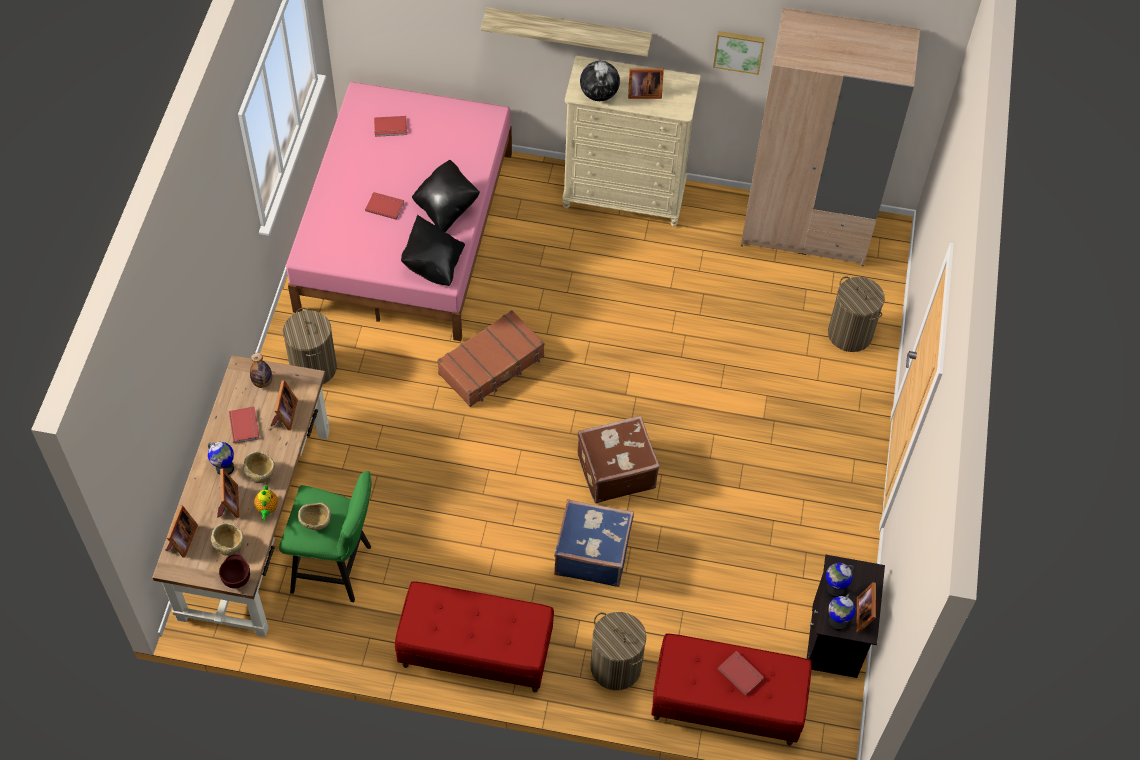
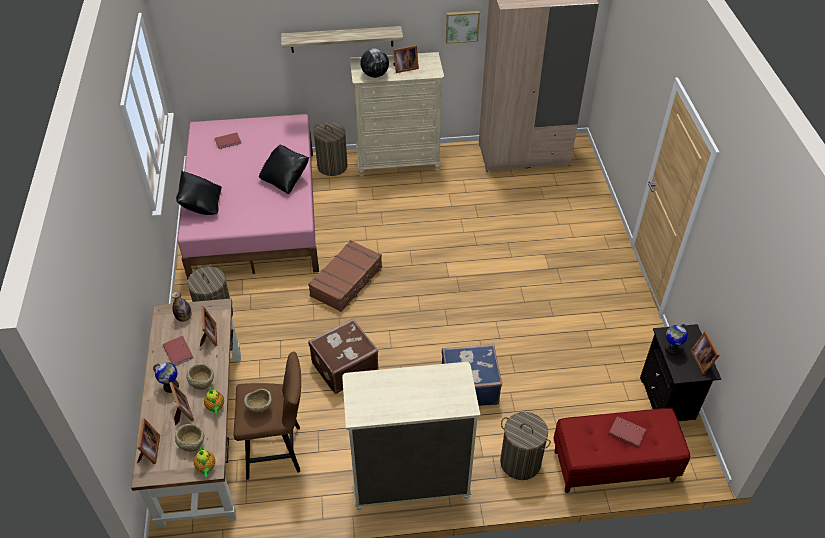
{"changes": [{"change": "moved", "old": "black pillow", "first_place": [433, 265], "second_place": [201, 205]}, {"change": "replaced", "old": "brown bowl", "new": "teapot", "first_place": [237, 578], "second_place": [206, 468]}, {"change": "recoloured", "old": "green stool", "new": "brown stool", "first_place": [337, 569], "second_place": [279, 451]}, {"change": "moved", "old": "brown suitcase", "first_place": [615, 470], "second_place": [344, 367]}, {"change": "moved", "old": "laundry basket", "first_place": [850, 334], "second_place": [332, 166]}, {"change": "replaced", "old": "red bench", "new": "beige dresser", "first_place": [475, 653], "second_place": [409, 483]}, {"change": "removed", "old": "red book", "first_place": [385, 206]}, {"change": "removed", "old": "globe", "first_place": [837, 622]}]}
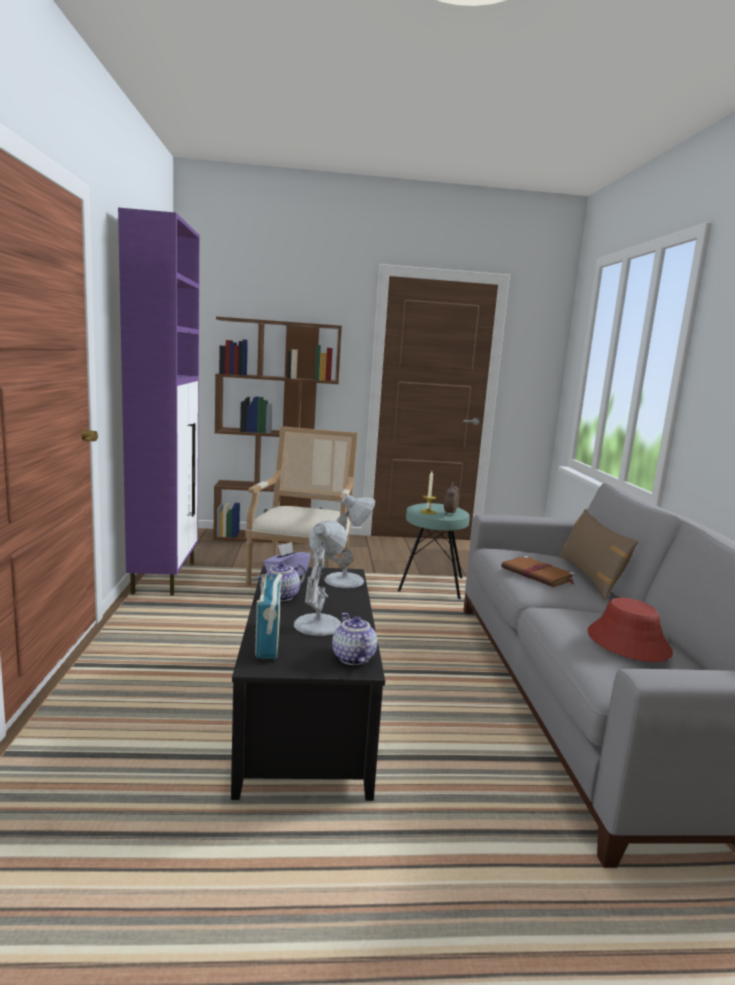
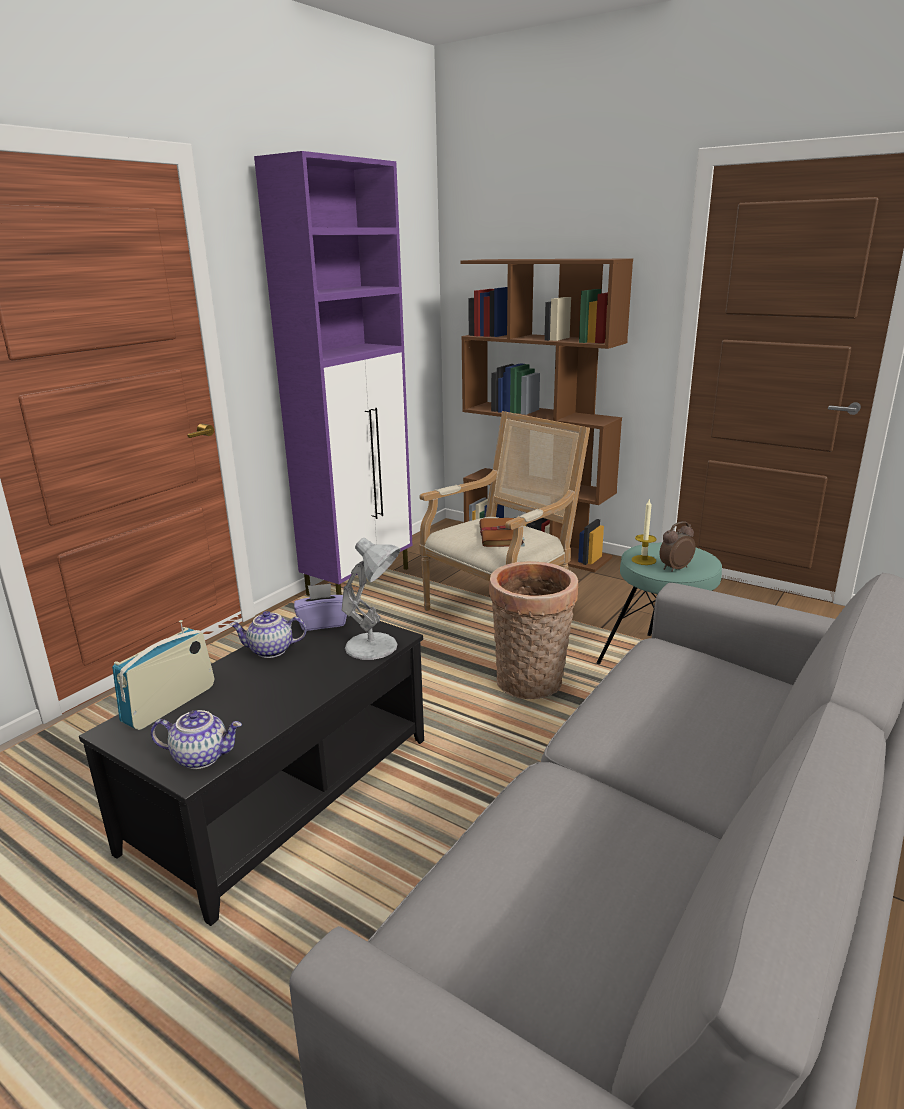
{"changes": [{"change": "turned", "old": "teapot", "first_place": [352, 658], "second_place": [202, 756], "degrees": 75}, {"change": "moved", "old": "brown book", "first_place": [538, 574], "second_place": [501, 535]}, {"change": "added", "new": "basket", "second_place": [530, 684]}, {"change": "removed", "old": "white table lamp", "first_place": [318, 623]}, {"change": "removed", "old": "brown pillow", "first_place": [590, 577]}, {"change": "removed", "old": "red hat", "first_place": [627, 642]}]}
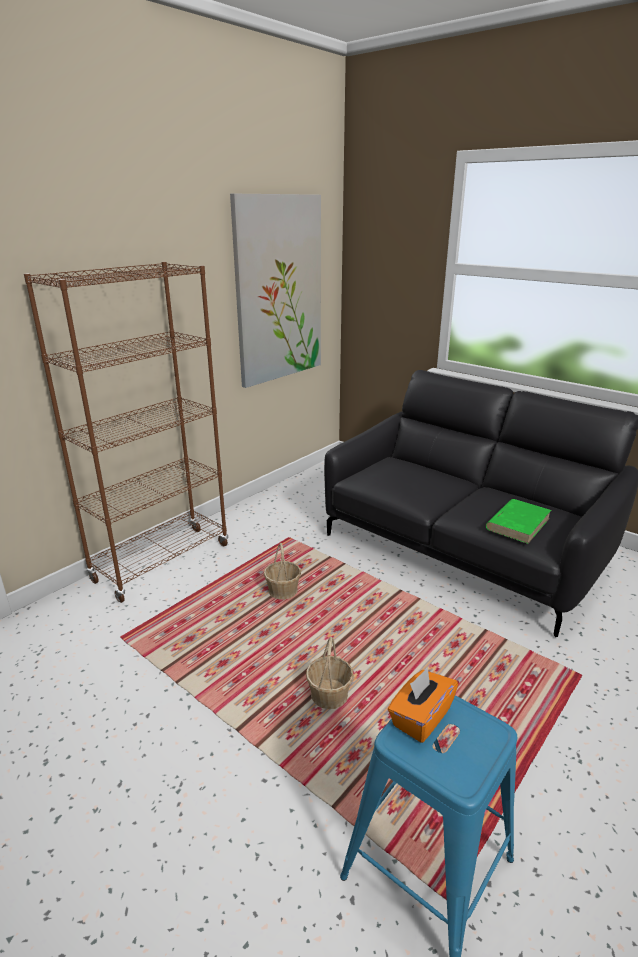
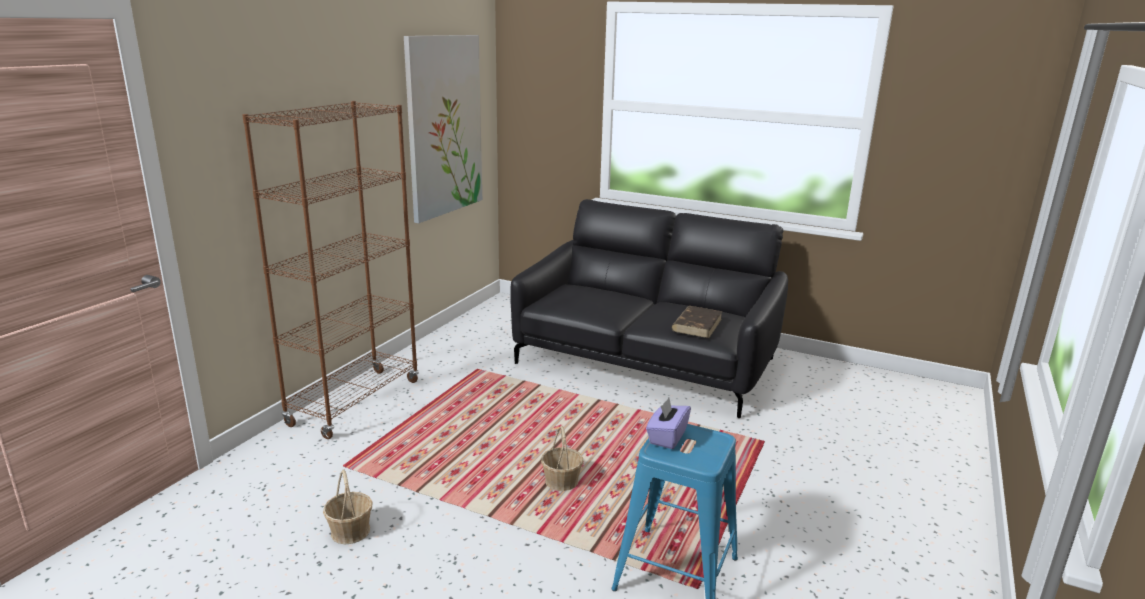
{"changes": [{"change": "moved", "old": "basket", "first_place": [283, 591], "second_place": [350, 531]}, {"change": "recoloured", "old": "orange tissue box", "new": "purple tissue box", "first_place": [420, 717], "second_place": [667, 437]}, {"change": "recoloured", "old": "green book", "new": "brown book", "first_place": [518, 523], "second_place": [697, 324]}]}
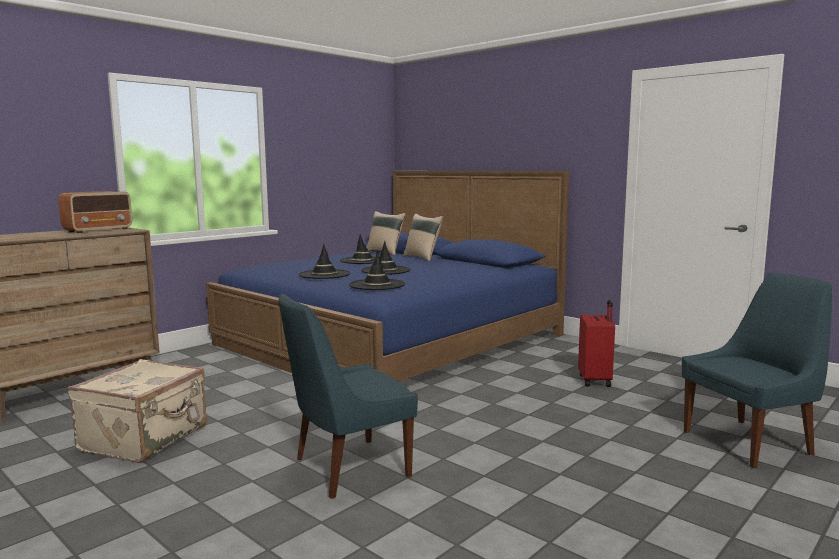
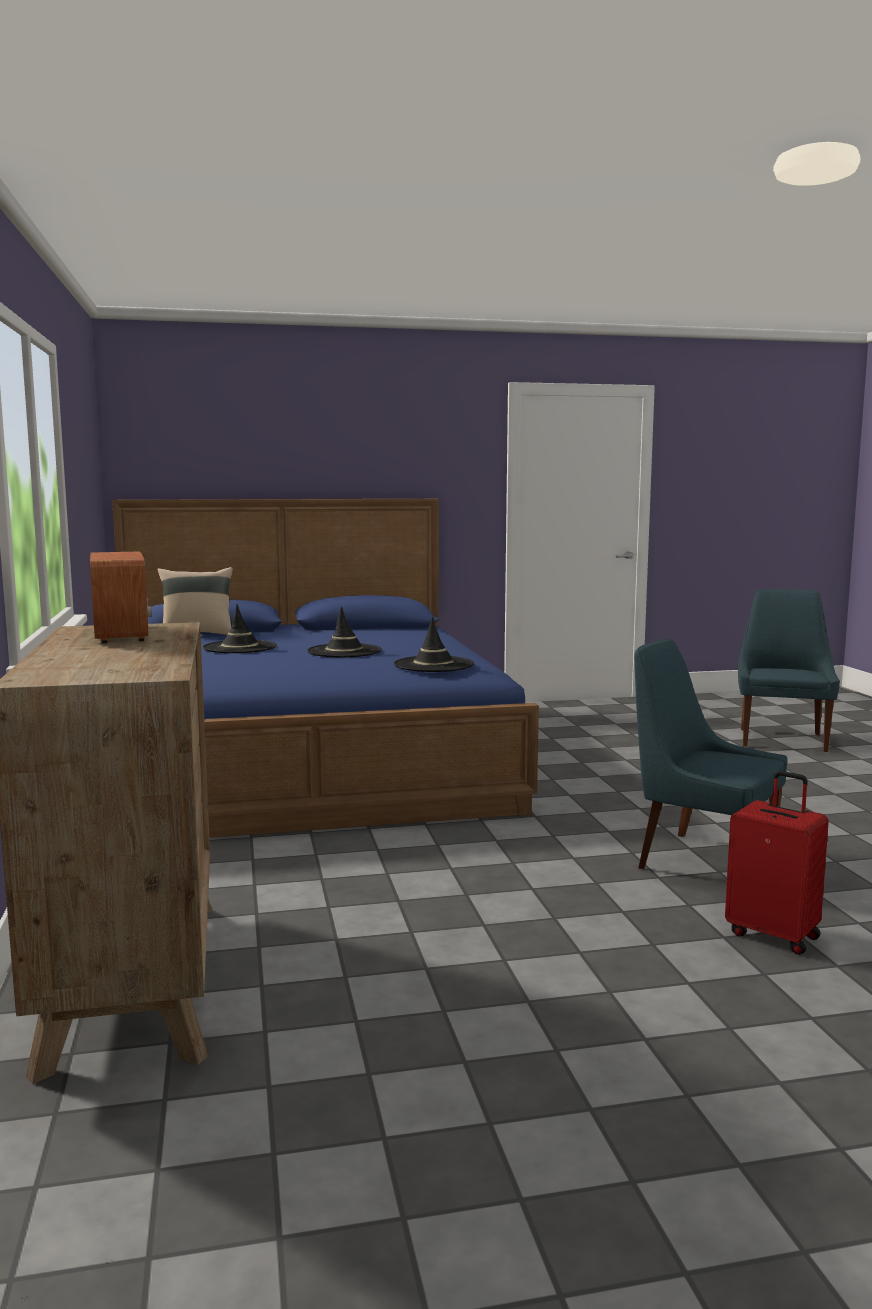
{"changes": [{"change": "turned", "old": "blue chair", "first_place": [347, 469], "second_place": [701, 860], "degrees": 120}, {"change": "moved", "old": "red suitcase", "first_place": [595, 380], "second_place": [774, 935]}, {"change": "removed", "old": "beige suitcase", "first_place": [146, 439]}, {"change": "removed", "old": "black hat", "first_place": [324, 274]}, {"change": "removed", "old": "beige pillow", "first_place": [423, 258]}]}
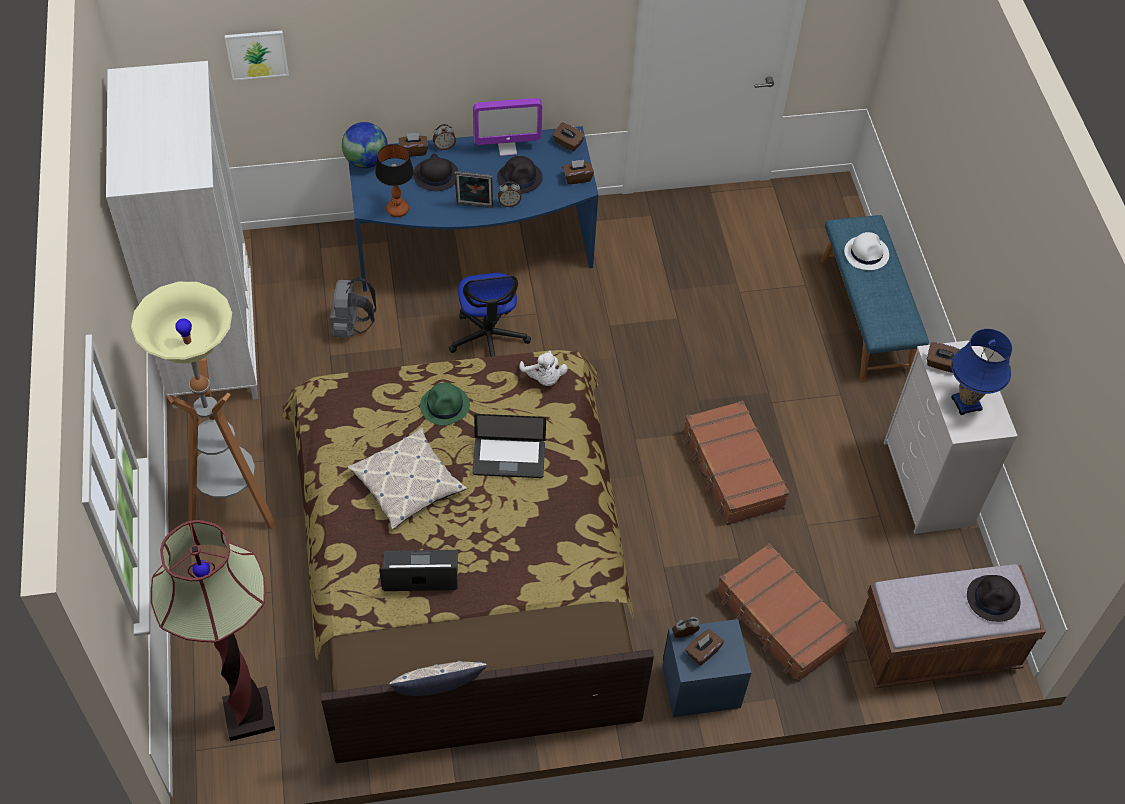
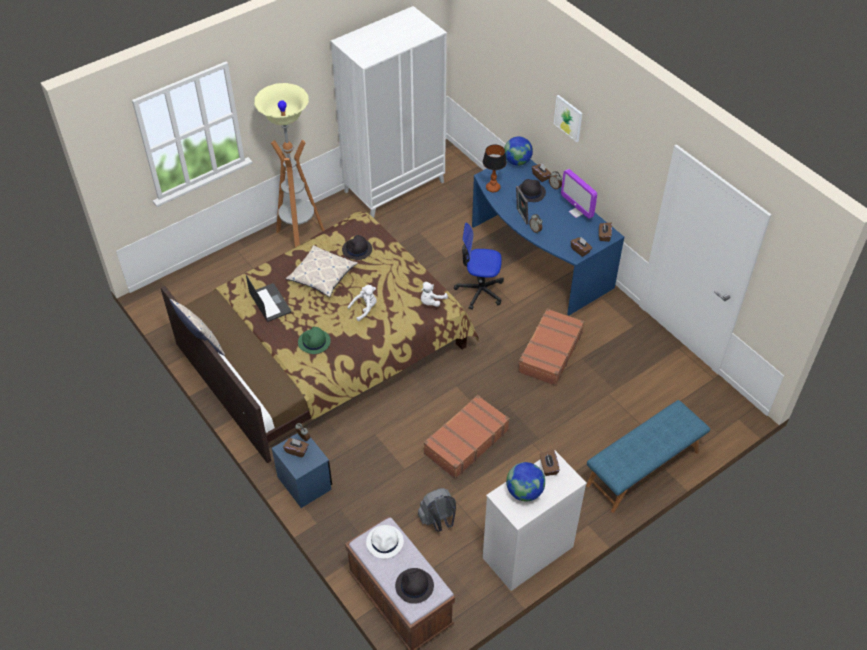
{"changes": [{"change": "moved", "old": "green hat", "first_place": [445, 406], "second_place": [314, 342]}, {"change": "moved", "old": "black hat", "first_place": [520, 178], "second_place": [357, 250]}, {"change": "replaced", "old": "laptop", "new": "white plush toy", "first_place": [509, 459], "second_place": [365, 309]}, {"change": "moved", "old": "white hat", "first_place": [866, 253], "second_place": [385, 542]}, {"change": "moved", "old": "grey backpack", "first_place": [351, 326], "second_place": [438, 521]}, {"change": "turned", "old": "office chair", "first_place": [488, 338], "second_place": [480, 291], "degrees": 45}, {"change": "replaced", "old": "blue table lamp", "new": "globe", "first_place": [966, 403], "second_place": [524, 492]}, {"change": "moved", "old": "brown suitcase", "first_place": [780, 620], "second_place": [549, 352]}, {"change": "moved", "old": "picture", "first_place": [257, 54], "second_place": [568, 118]}, {"change": "removed", "old": "floor lamp", "first_place": [248, 715]}]}
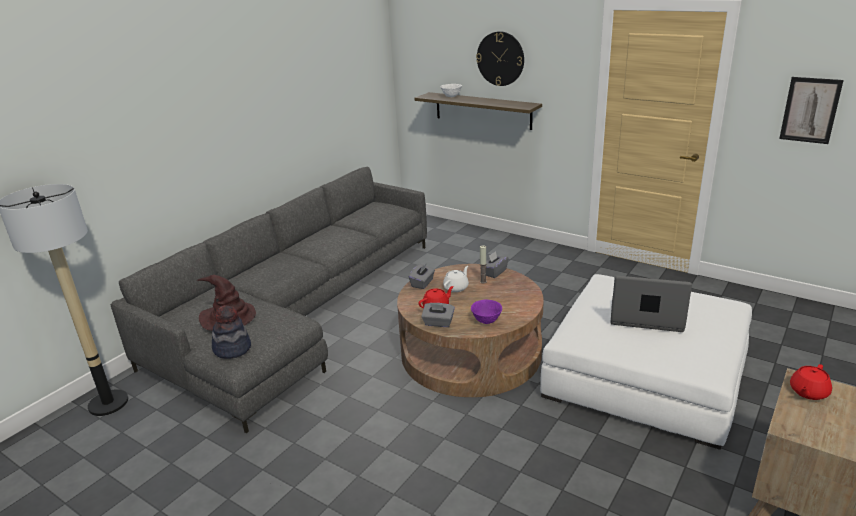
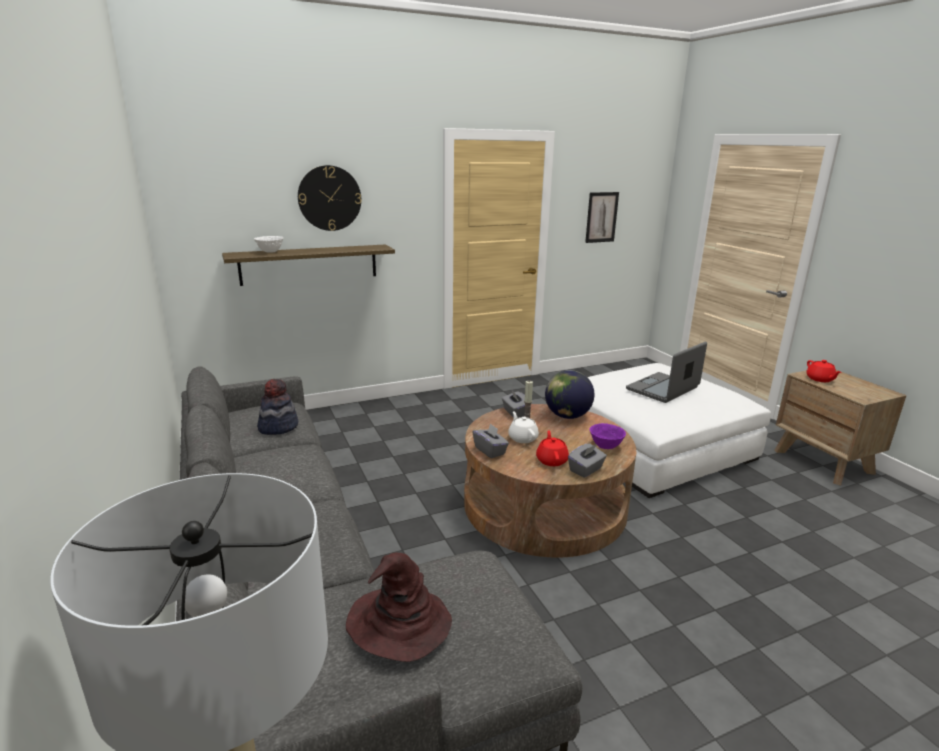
{"changes": [{"change": "moved", "old": "hat", "first_place": [232, 349], "second_place": [278, 427]}, {"change": "added", "new": "globe", "second_place": [567, 416]}]}
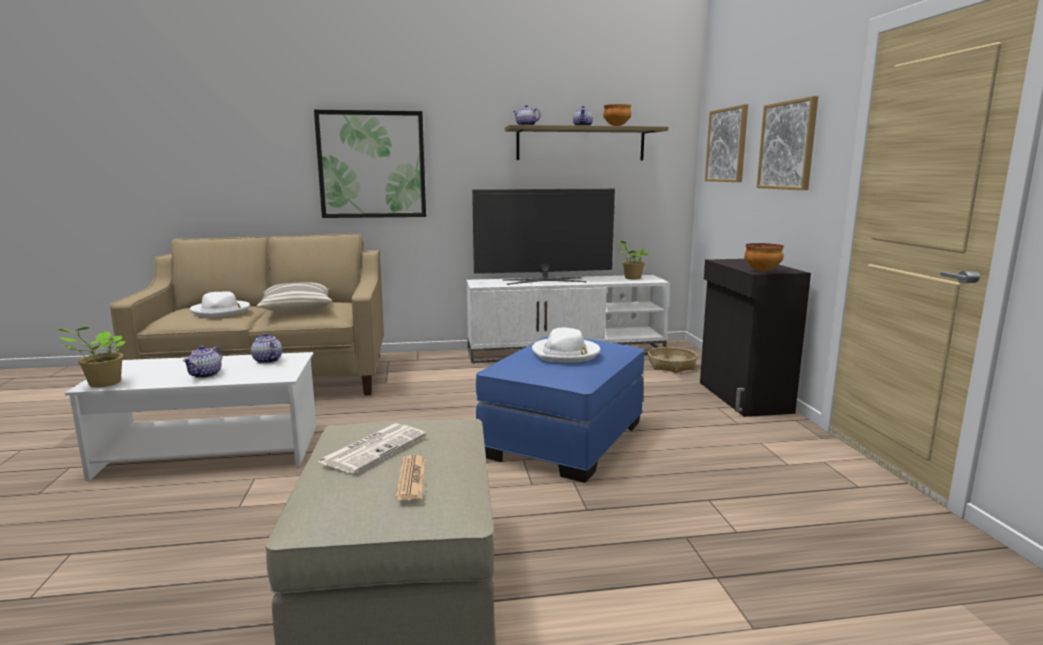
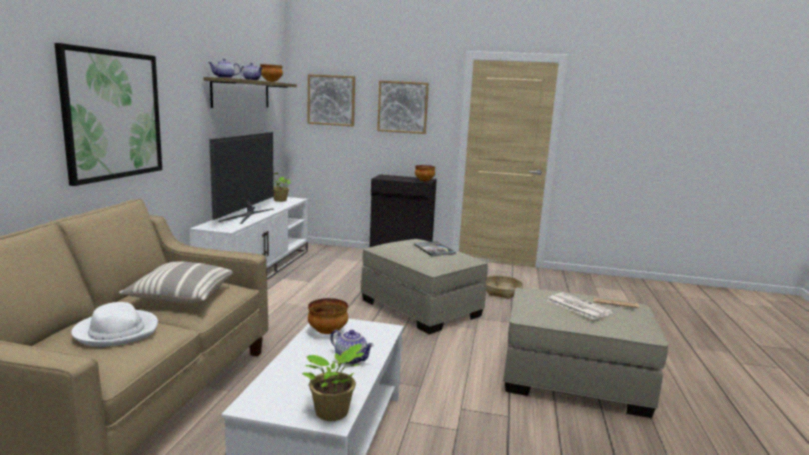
{"changes": [{"change": "replaced", "old": "teapot", "new": "bowl", "first_place": [266, 361], "second_place": [328, 332]}, {"change": "recoloured", "old": "blue ottoman", "new": "beige ottoman", "first_place": [563, 439], "second_place": [421, 308]}, {"change": "replaced", "old": "white hat", "new": "book", "first_place": [566, 353], "second_place": [434, 249]}, {"change": "moved", "old": "basket", "first_place": [671, 366], "second_place": [501, 292]}]}
